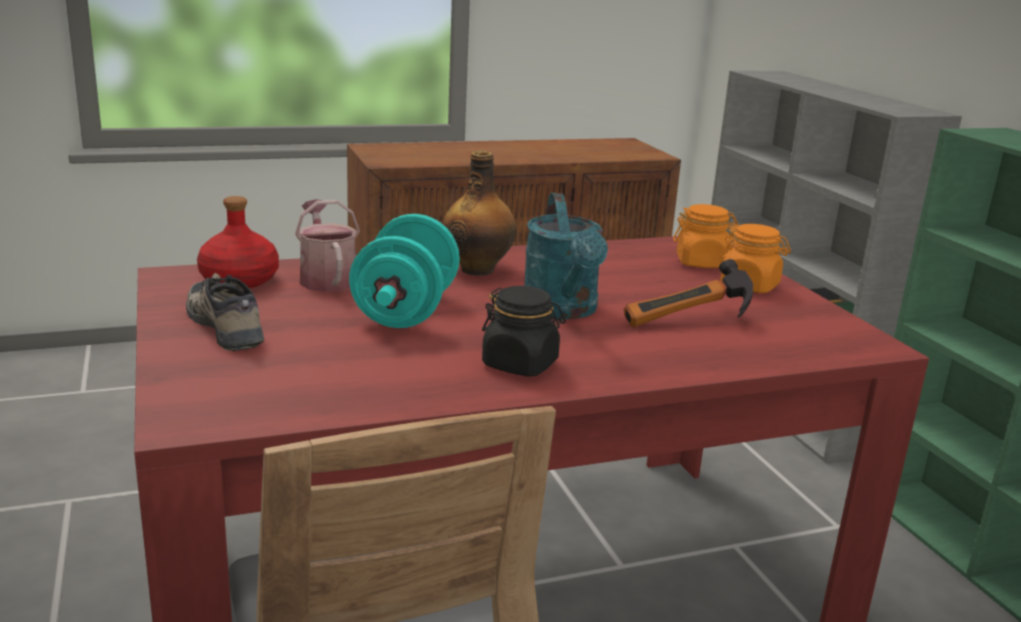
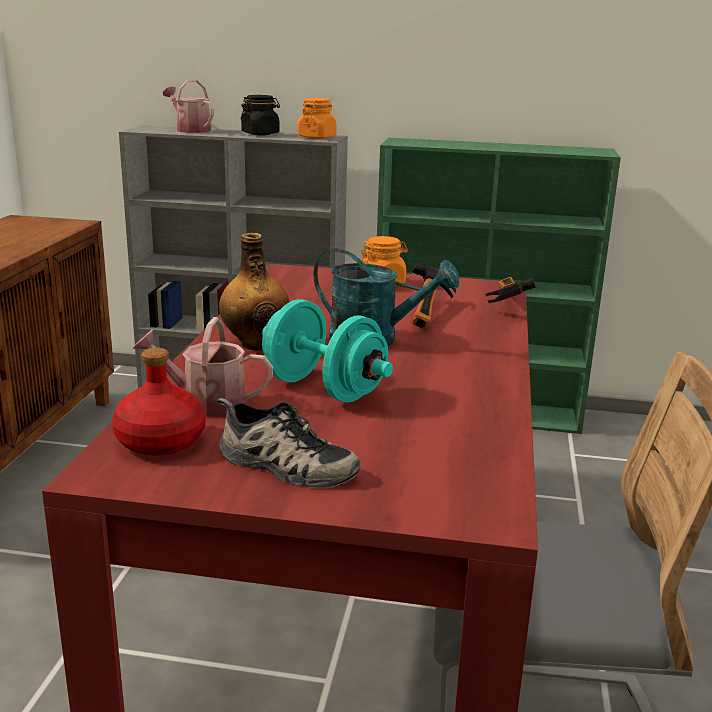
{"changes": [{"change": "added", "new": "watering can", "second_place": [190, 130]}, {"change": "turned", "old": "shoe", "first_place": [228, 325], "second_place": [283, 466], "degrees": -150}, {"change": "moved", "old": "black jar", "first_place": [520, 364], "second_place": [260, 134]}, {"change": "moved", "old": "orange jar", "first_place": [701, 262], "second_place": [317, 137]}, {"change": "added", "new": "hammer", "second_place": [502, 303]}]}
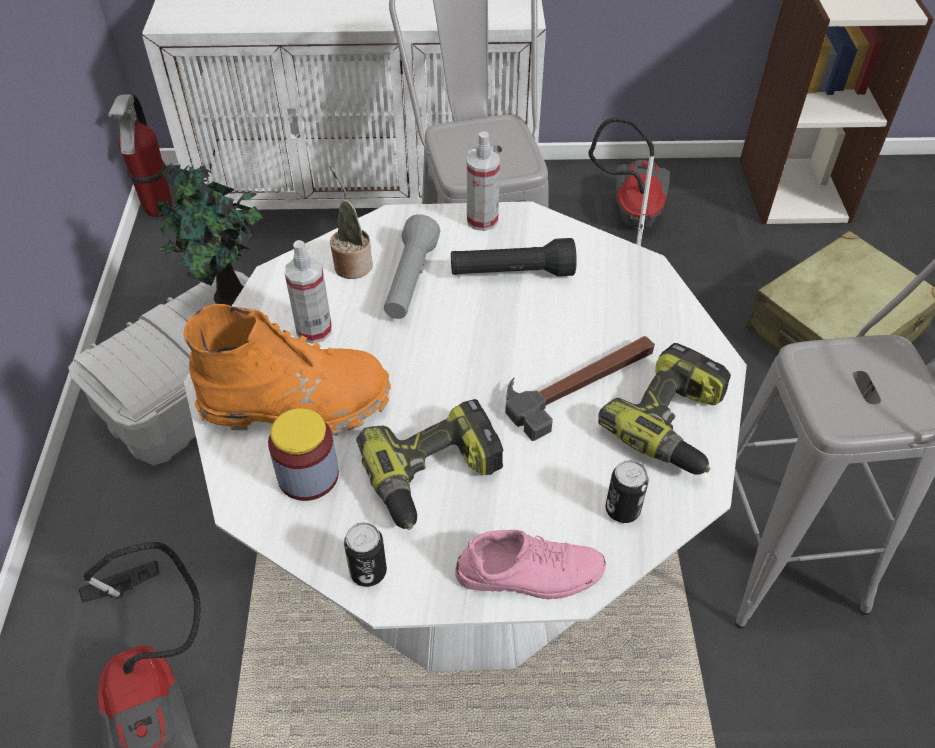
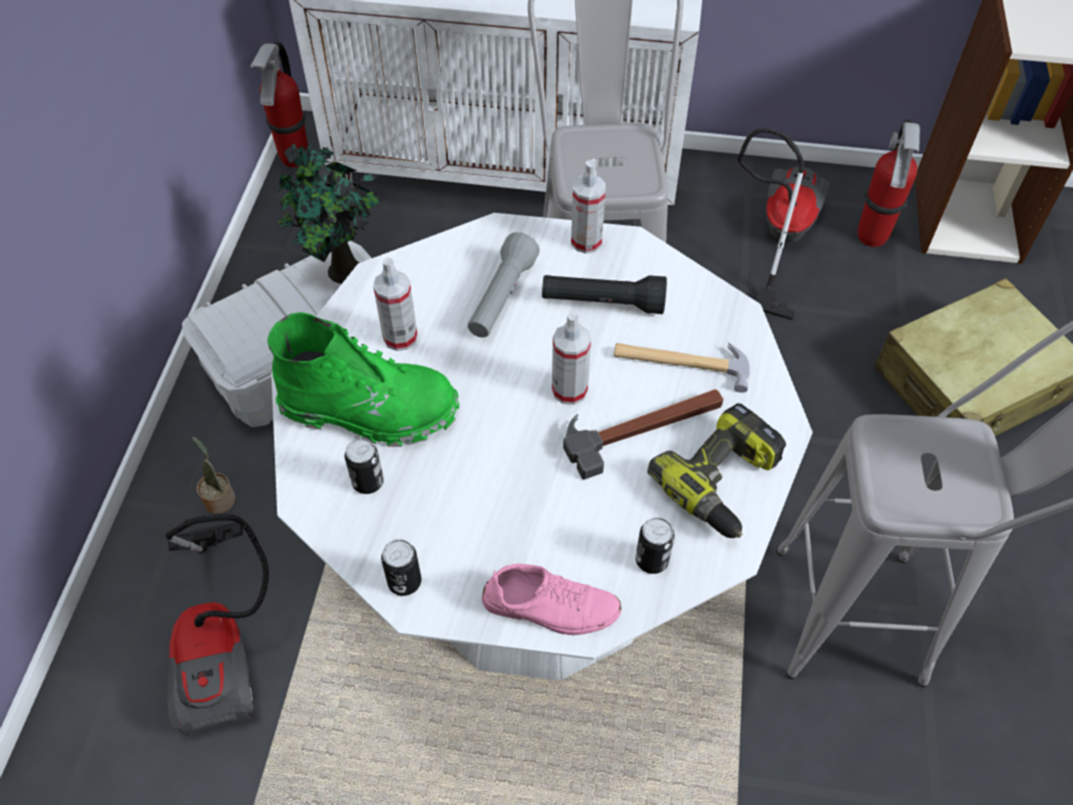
{"changes": [{"change": "moved", "old": "potted plant", "first_place": [352, 264], "second_place": [219, 498]}, {"change": "recoloured", "old": "orange boot", "new": "green boot", "first_place": [297, 405], "second_place": [370, 411]}, {"change": "replaced", "old": "jar", "new": "can", "first_place": [308, 476], "second_place": [368, 482]}, {"change": "added", "new": "spray bottle", "second_place": [569, 390]}, {"change": "added", "new": "hammer", "second_place": [681, 362]}, {"change": "added", "new": "fire extinguisher", "second_place": [871, 238]}, {"change": "removed", "old": "power drill", "first_place": [434, 476]}]}
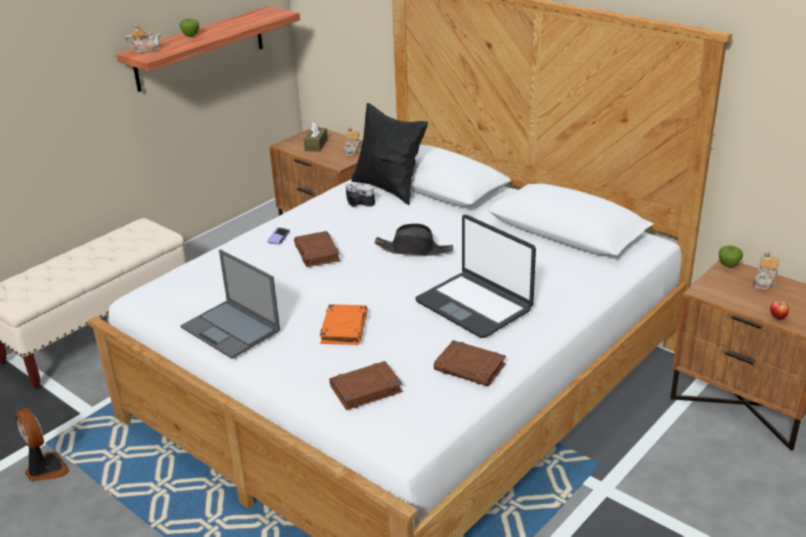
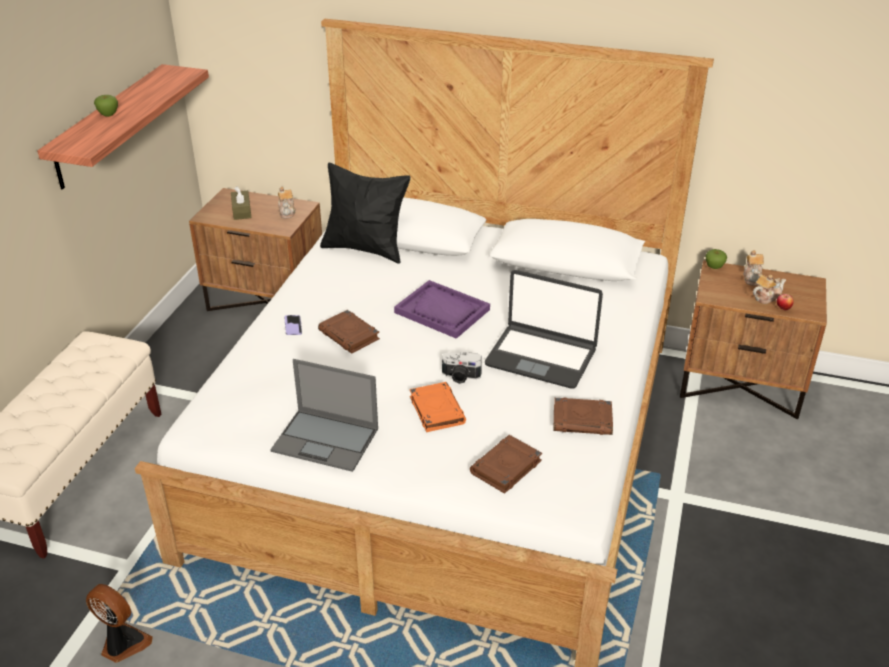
{"changes": [{"change": "replaced", "old": "black hat", "new": "purple tray", "first_place": [414, 249], "second_place": [442, 311]}, {"change": "moved", "old": "photo camera", "first_place": [358, 203], "second_place": [460, 377]}, {"change": "moved", "old": "teapot", "first_place": [145, 50], "second_place": [766, 297]}]}
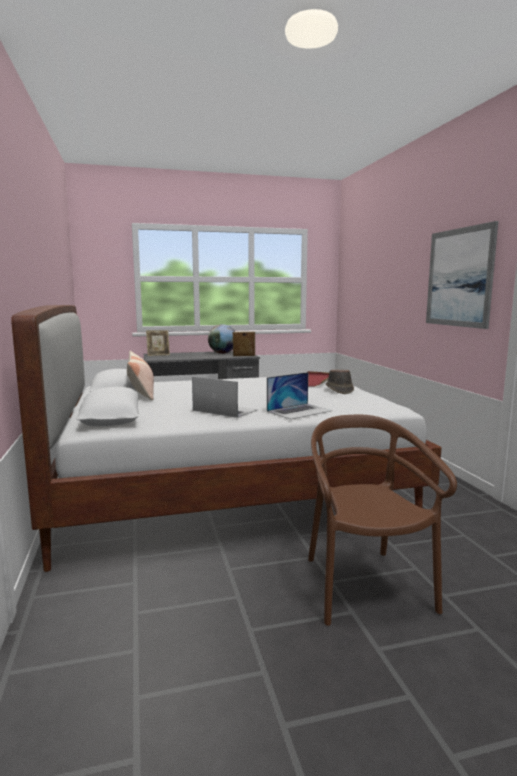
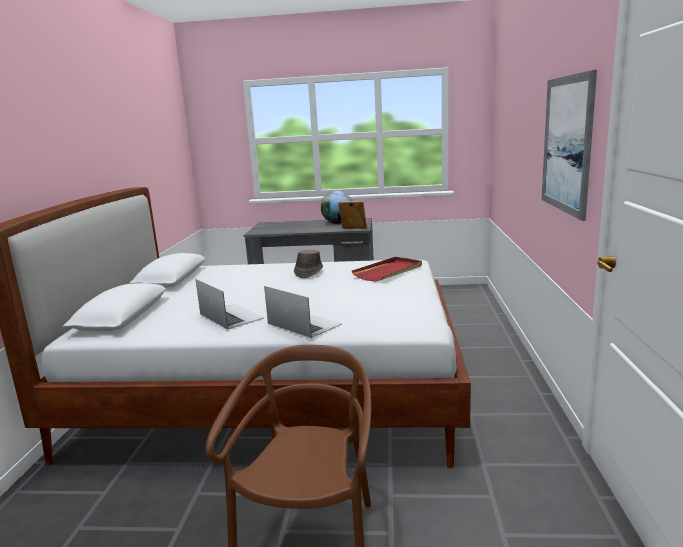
{"changes": [{"change": "turned", "old": "laptop", "first_place": [299, 411], "second_place": [304, 324], "degrees": -120}, {"change": "moved", "old": "brown hat", "first_place": [339, 390], "second_place": [308, 272]}, {"change": "removed", "old": "pillow", "first_place": [141, 392]}, {"change": "removed", "old": "picture frame", "first_place": [158, 355]}]}
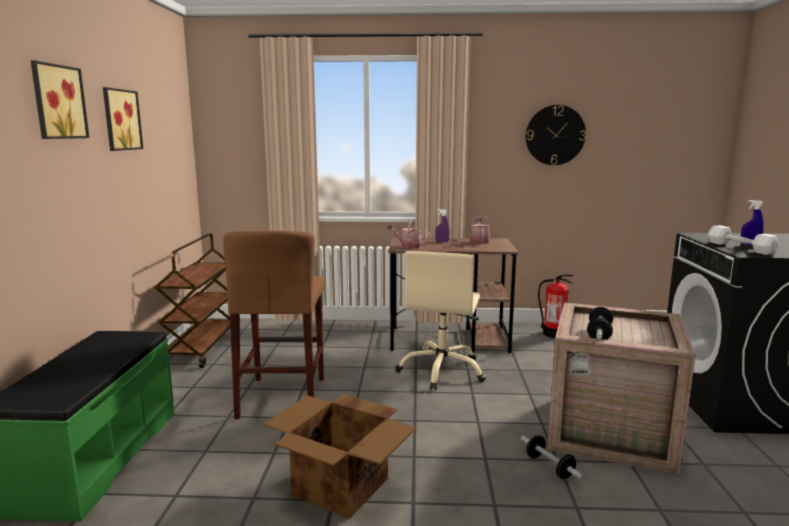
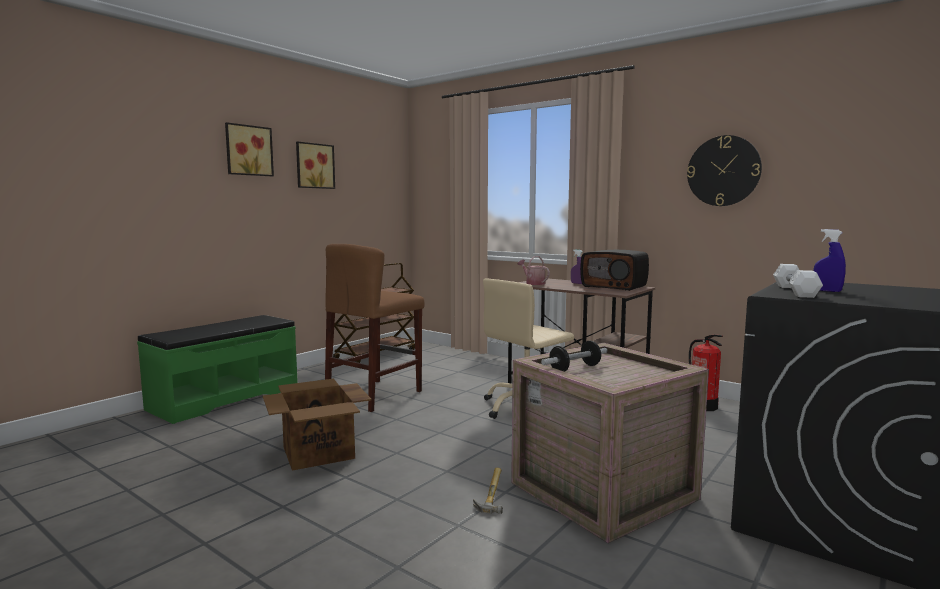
{"changes": [{"change": "replaced", "old": "dumbbell", "new": "hammer", "first_place": [549, 467], "second_place": [489, 494]}, {"change": "replaced", "old": "watering can", "new": "radio", "first_place": [479, 241], "second_place": [614, 286]}]}
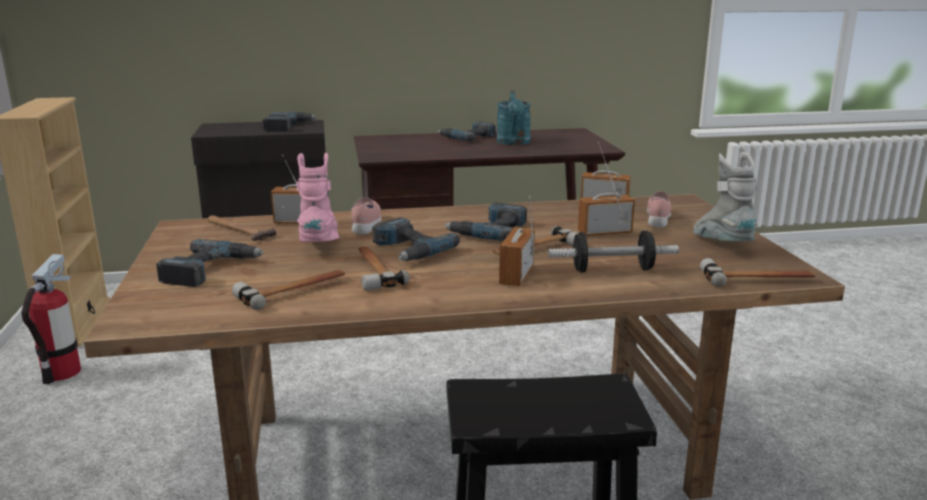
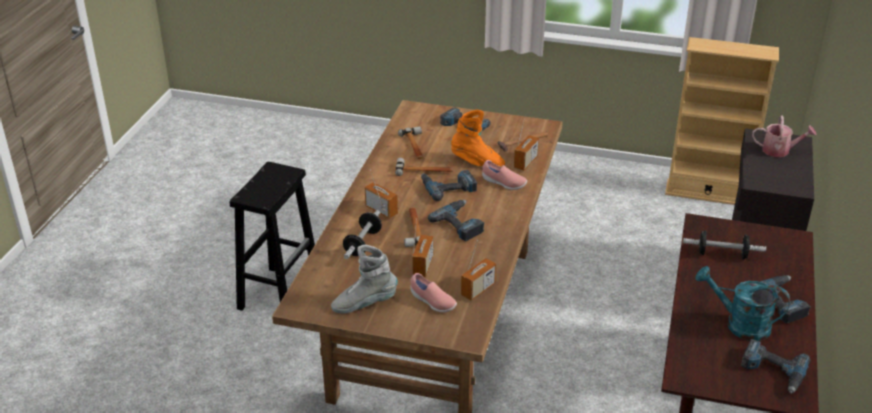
{"changes": [{"change": "turned", "old": "grey boot", "first_place": [722, 245], "second_place": [364, 304], "degrees": 150}, {"change": "recoloured", "old": "pink boot", "new": "orange boot", "first_place": [320, 245], "second_place": [477, 162]}, {"change": "added", "new": "dumbbell", "second_place": [722, 254]}, {"change": "moved", "old": "power drill", "first_place": [288, 126], "second_place": [772, 371]}, {"change": "added", "new": "watering can", "second_place": [779, 151]}, {"change": "removed", "old": "fire extinguisher", "first_place": [61, 372]}, {"change": "removed", "old": "hammer", "first_place": [758, 279]}]}
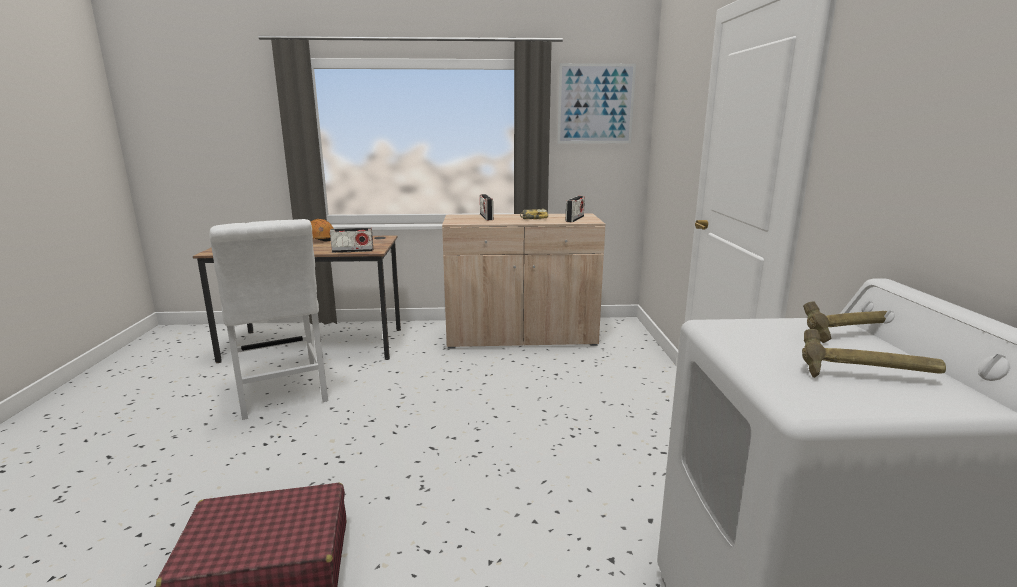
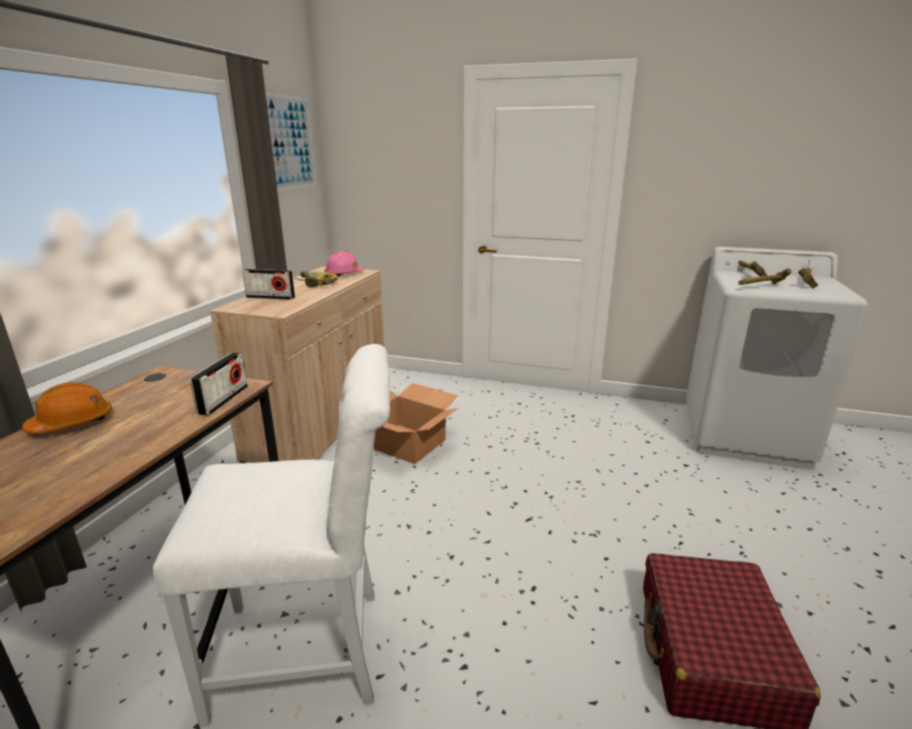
{"changes": [{"change": "replaced", "old": "radio", "new": "pink hard hat", "first_place": [574, 219], "second_place": [344, 274]}, {"change": "added", "new": "cardboard box", "second_place": [407, 443]}, {"change": "added", "new": "hammer", "second_place": [760, 287]}]}
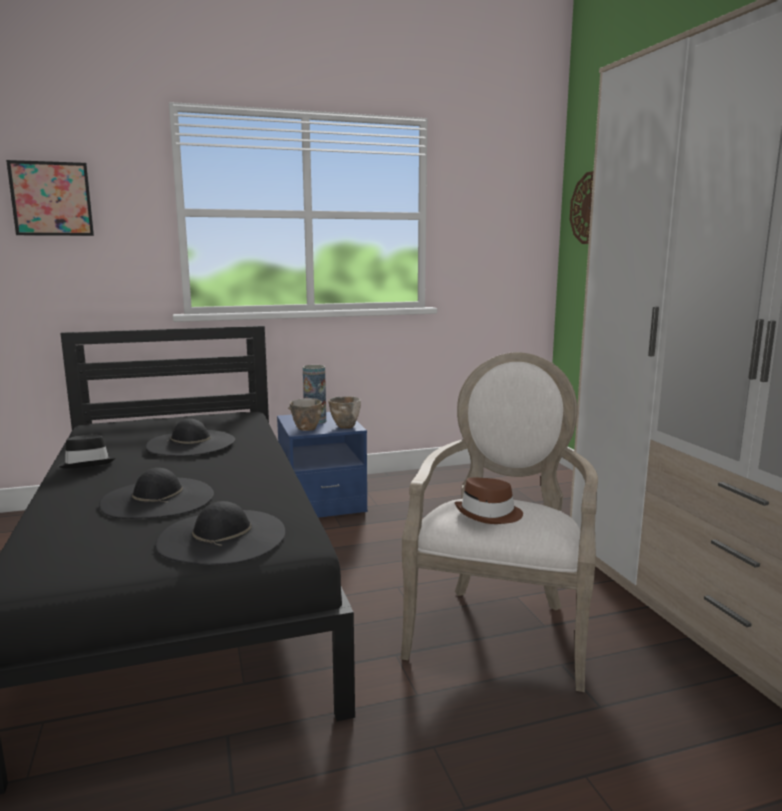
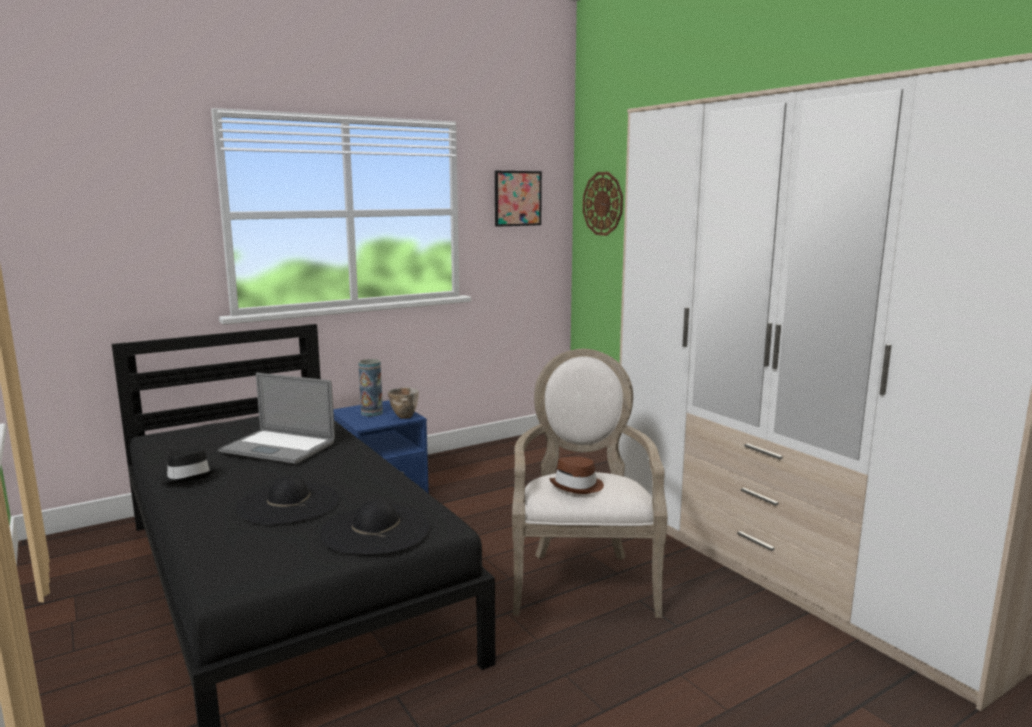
{"changes": [{"change": "replaced", "old": "black hat", "new": "laptop", "first_place": [191, 443], "second_place": [278, 447]}, {"change": "moved", "old": "picture", "first_place": [51, 199], "second_place": [517, 198]}, {"change": "removed", "old": "bowl", "first_place": [305, 429]}]}
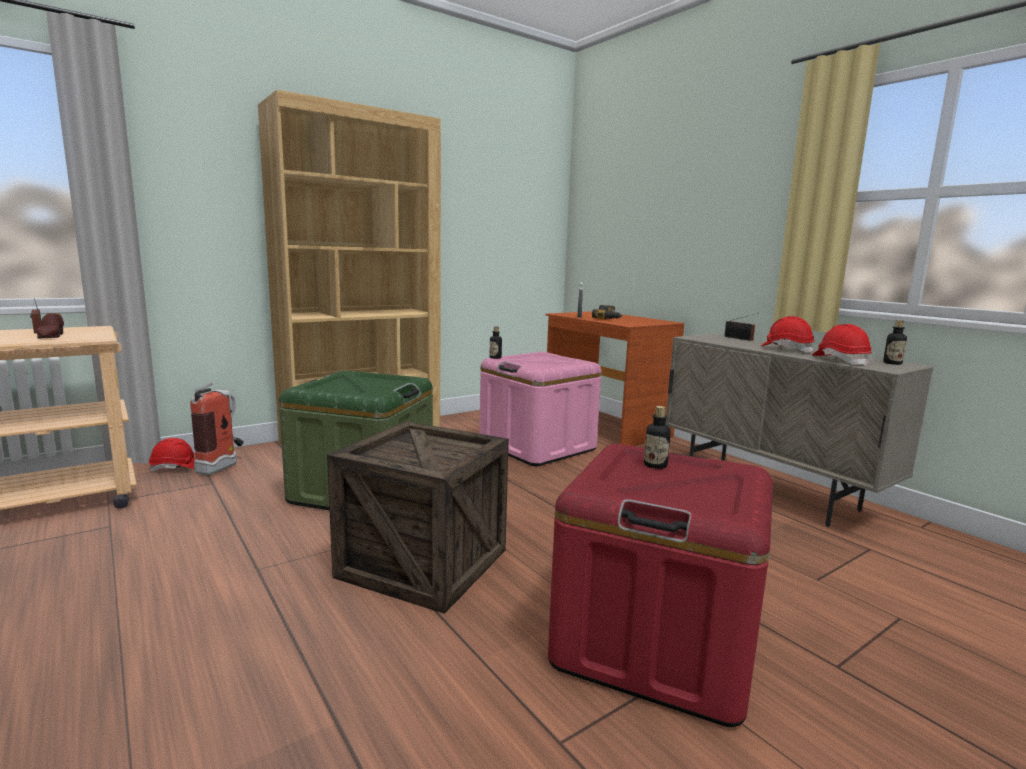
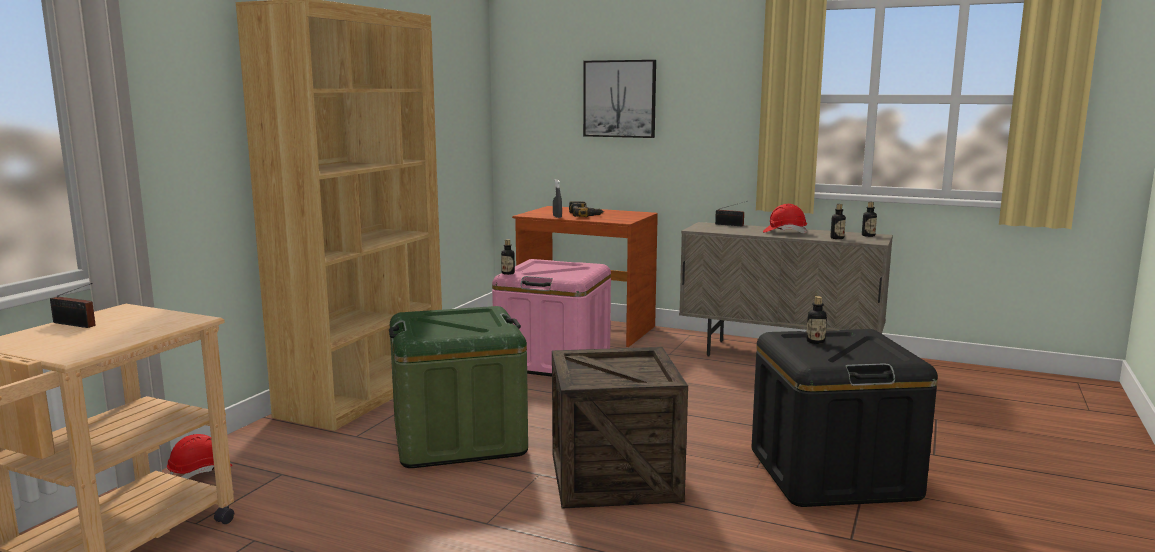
{"changes": [{"change": "added", "new": "picture", "second_place": [619, 99]}, {"change": "recoloured", "old": "red storage box", "new": "black storage box", "first_place": [656, 642], "second_place": [833, 474]}, {"change": "replaced", "old": "red hard hat", "new": "bottle", "first_place": [840, 360], "second_place": [837, 238]}, {"change": "removed", "old": "brown shoe", "first_place": [51, 336]}, {"change": "removed", "old": "fire extinguisher", "first_place": [223, 467]}]}
